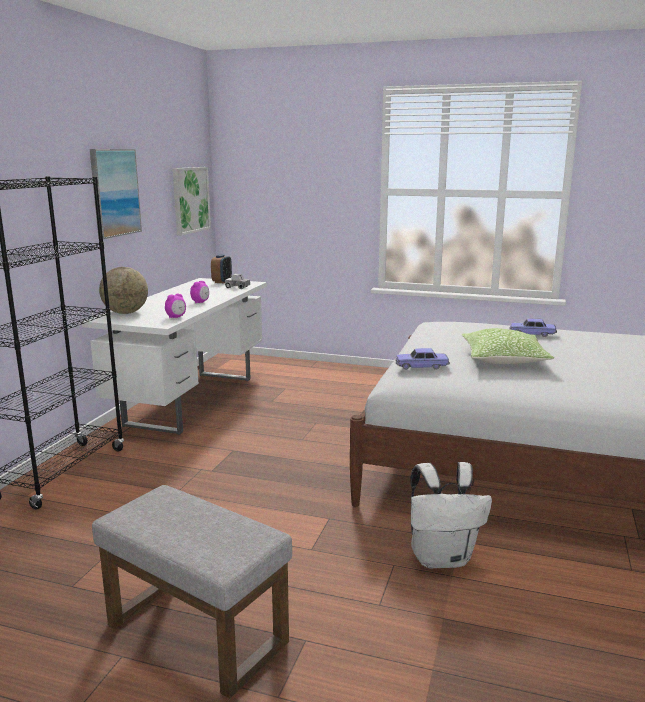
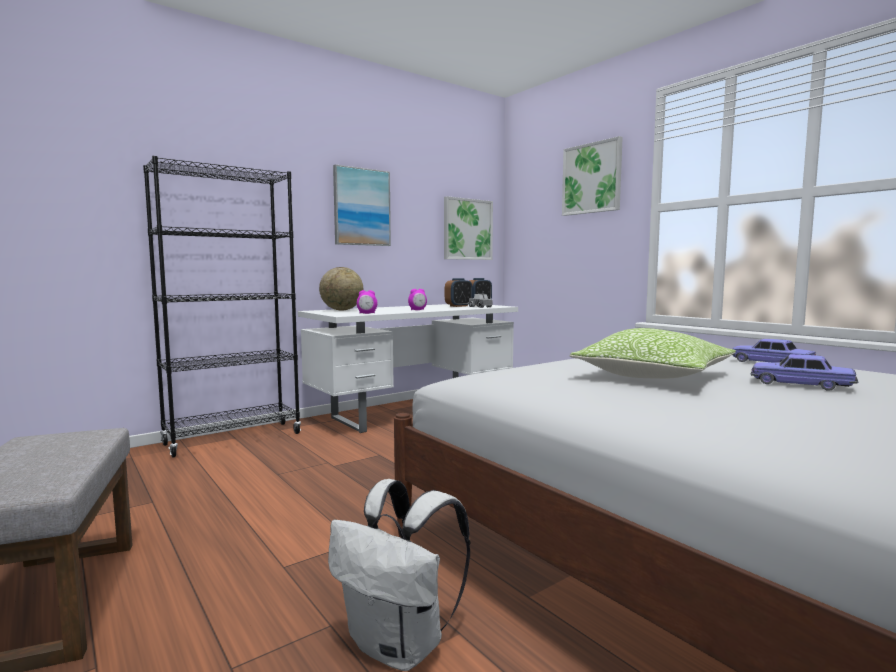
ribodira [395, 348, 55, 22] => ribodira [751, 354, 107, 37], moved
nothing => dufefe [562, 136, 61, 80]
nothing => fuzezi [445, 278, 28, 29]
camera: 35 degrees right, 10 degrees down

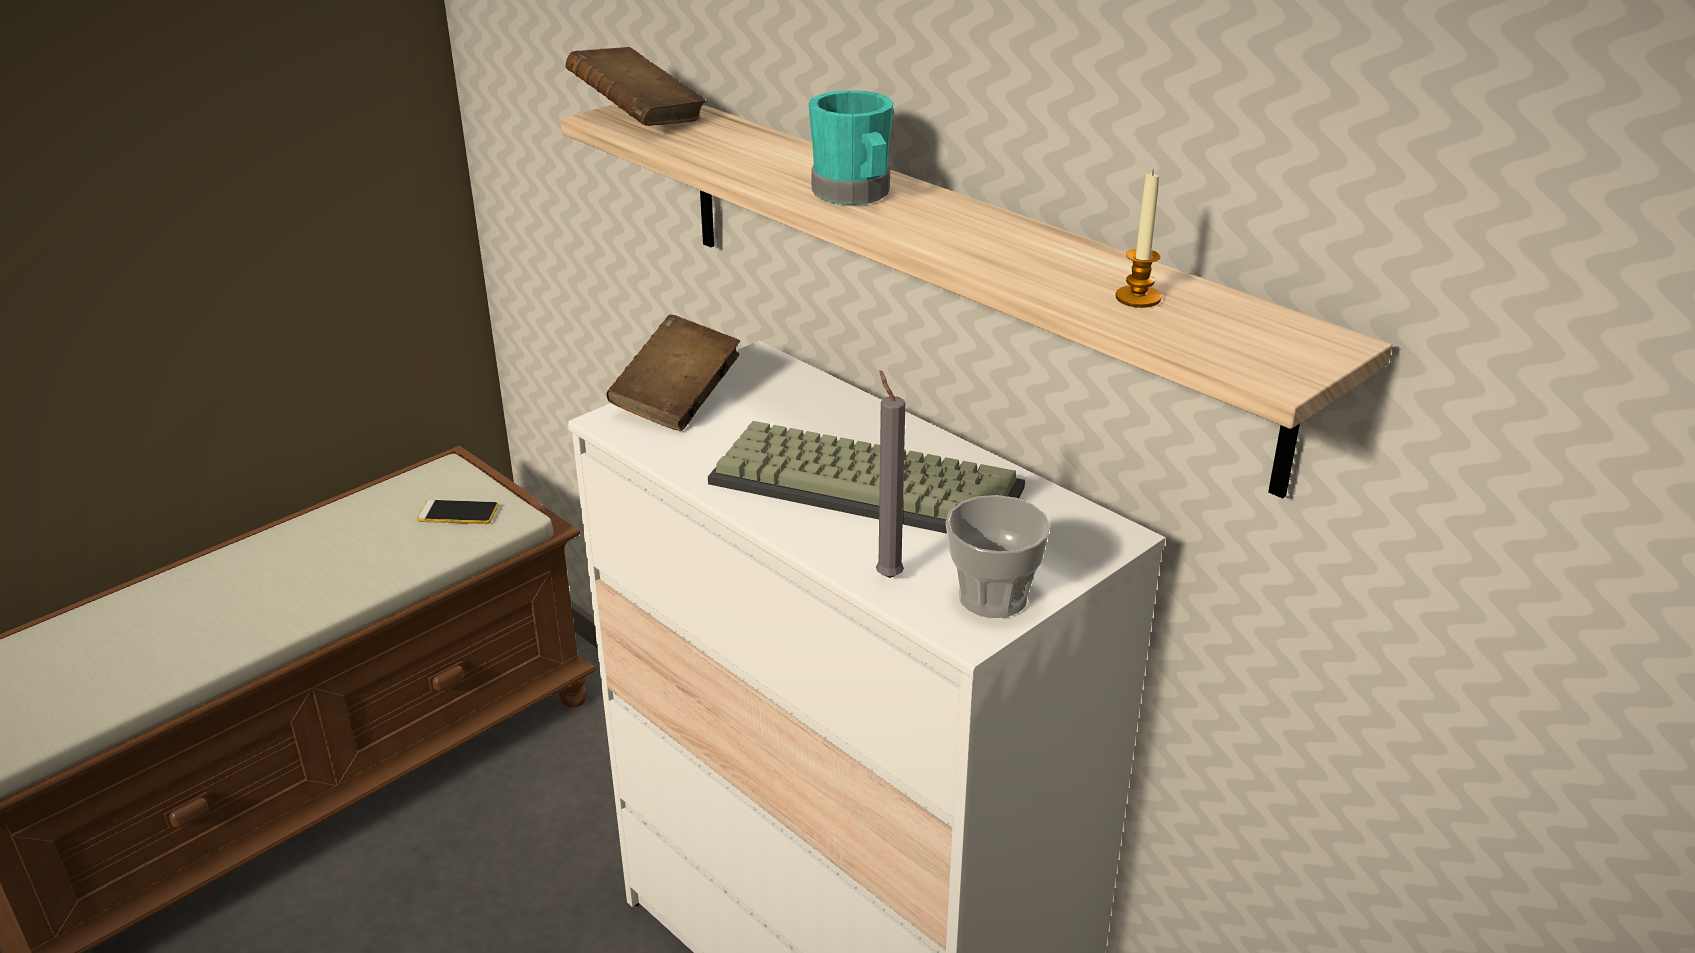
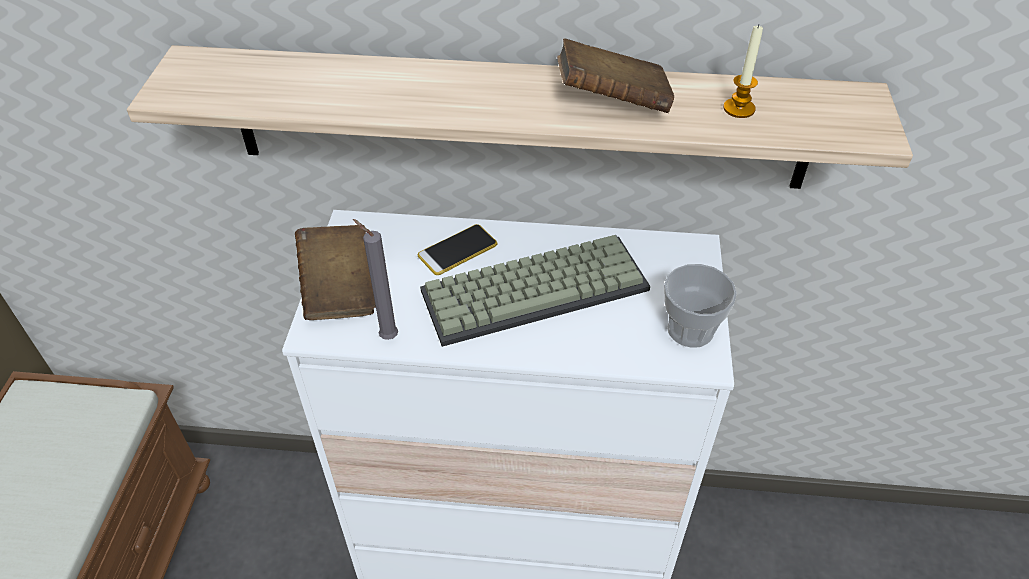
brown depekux [565, 47, 141, 79] => brown depekux [557, 38, 117, 75], moved
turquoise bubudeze [808, 90, 85, 115] => nothing
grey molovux [876, 370, 29, 208] => grey molovux [353, 219, 45, 121], moved
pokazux [417, 500, 82, 24] => pokazux [418, 224, 79, 51], moved
camera: 40 degrees left, 15 degrees up

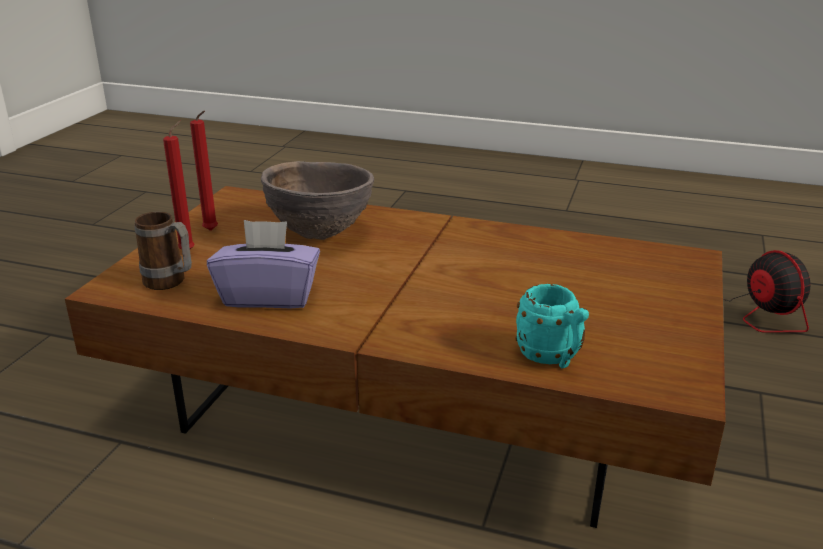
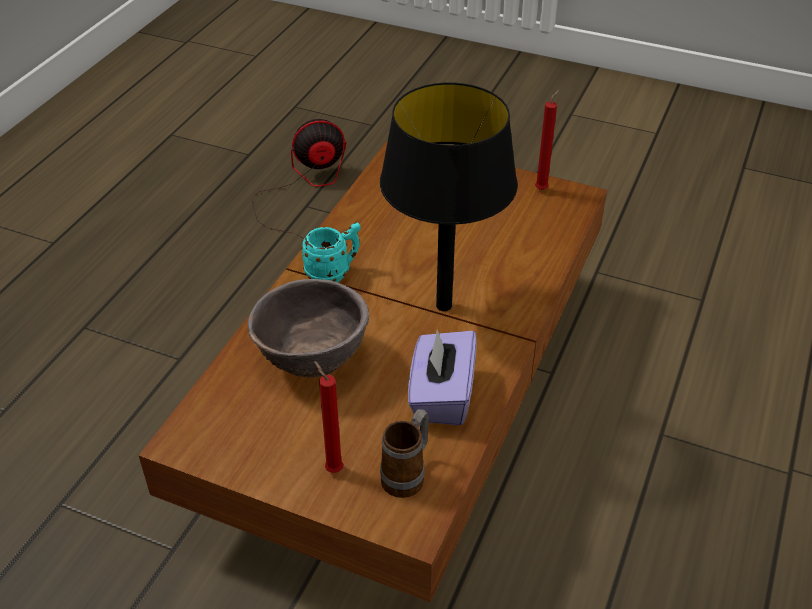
red molovux [190, 111, 28, 120] => red molovux [535, 89, 25, 101], moved
turquoise bubudeze [515, 284, 74, 84] => turquoise bubudeze [301, 223, 59, 59], moved
nothing => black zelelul [380, 83, 138, 228]
camera: 85 degrees left, 15 degrees up

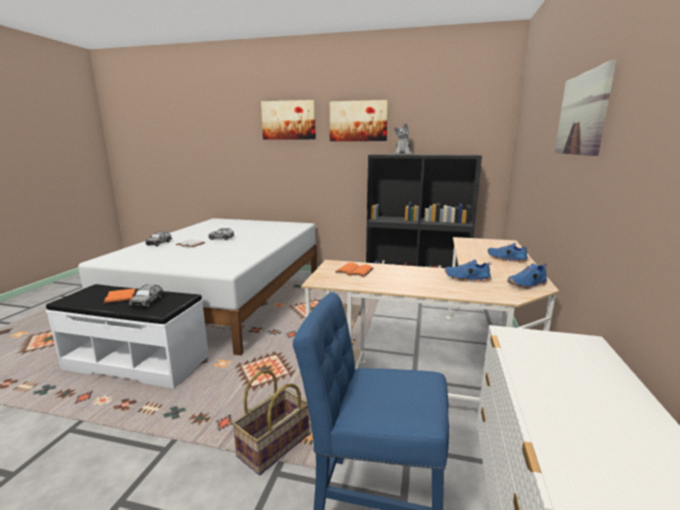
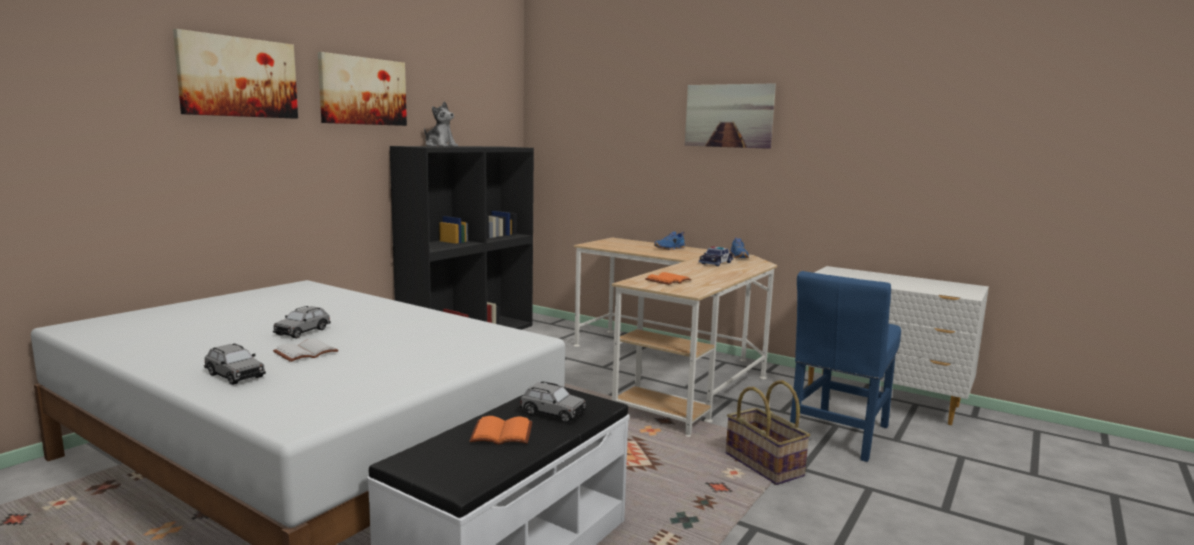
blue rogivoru [445, 259, 47, 23] => ribodira [699, 246, 34, 20]
camera: 70 degrees left, 5 degrees down

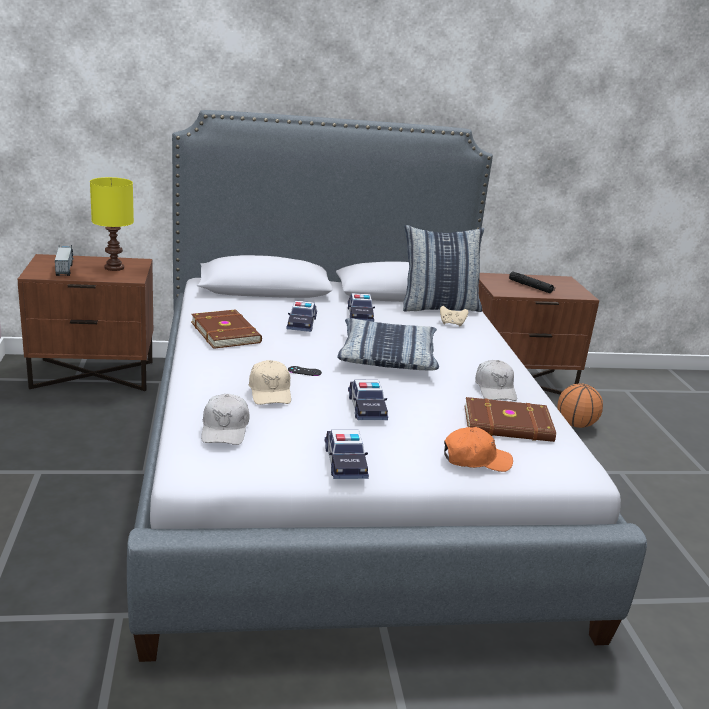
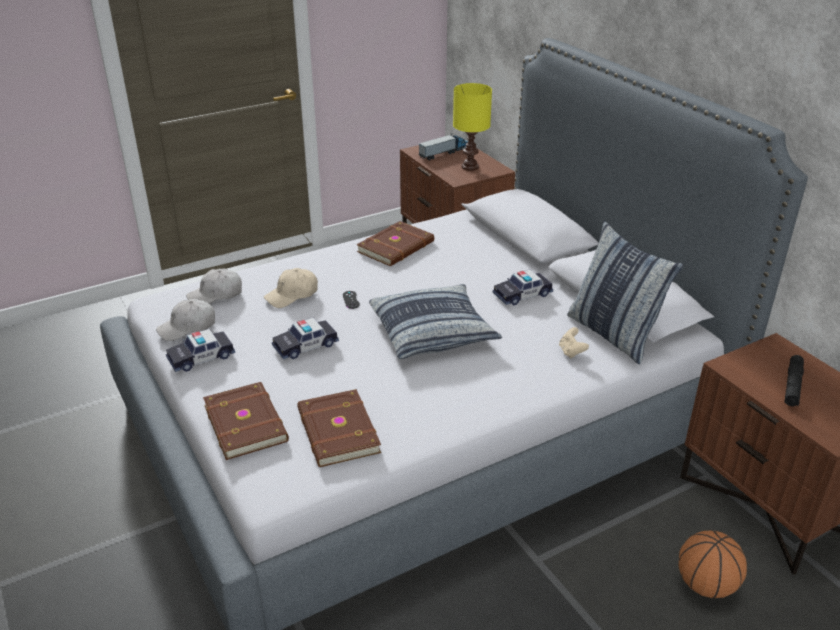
ribodira [286, 300, 31, 32] => nothing
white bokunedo [475, 360, 42, 41] => white bokunedo [156, 299, 59, 42], moved
orange bokunedo [444, 427, 69, 45] => brown depekux [203, 382, 86, 78]
camera: 70 degrees right, 10 degrees up

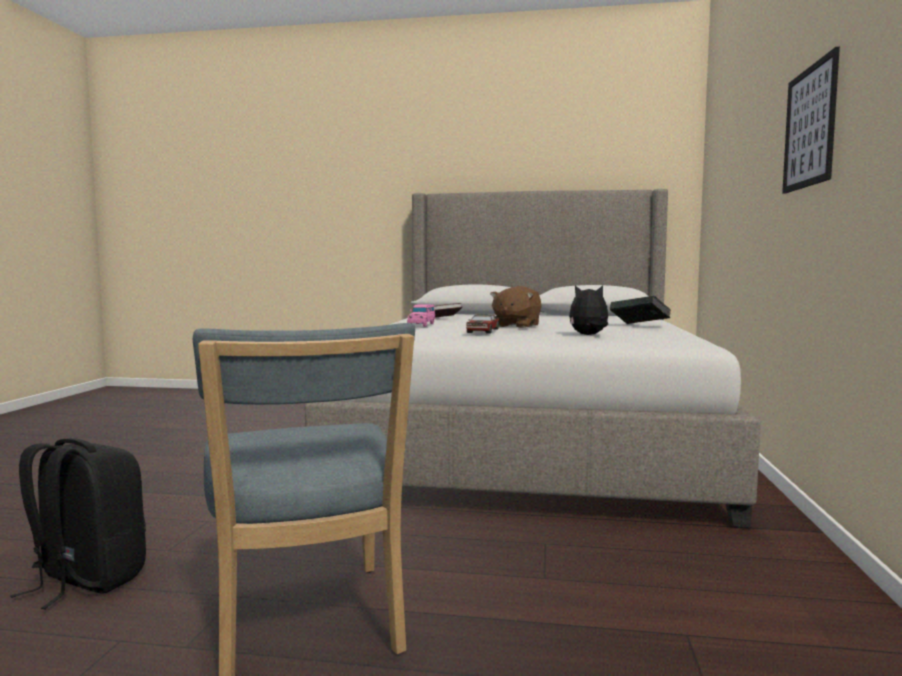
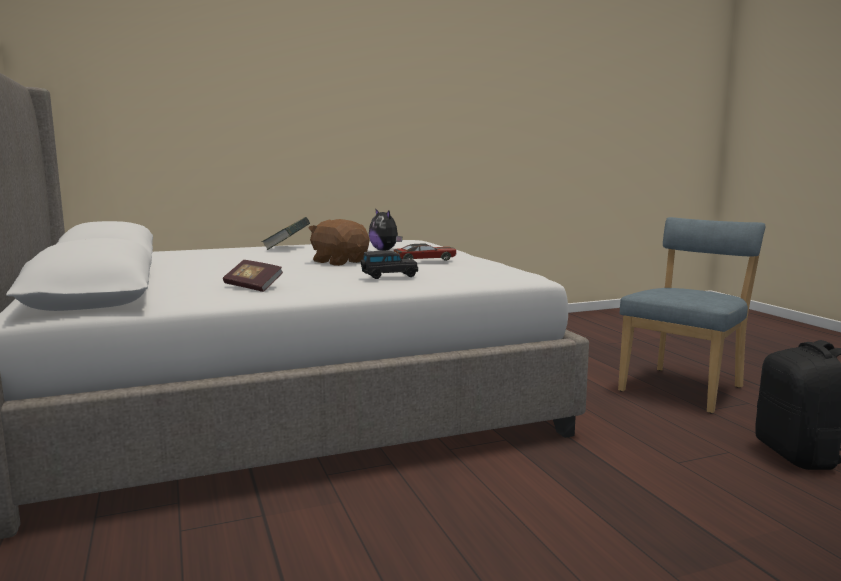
dufefe [782, 47, 58, 147] => nothing
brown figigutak [490, 286, 51, 42] => brown figigutak [308, 219, 61, 47], 135 degrees counterclockwise
pink ribodira [407, 304, 28, 23] => black ribodira [361, 250, 57, 29]
camera: 120 degrees left, 5 degrees up

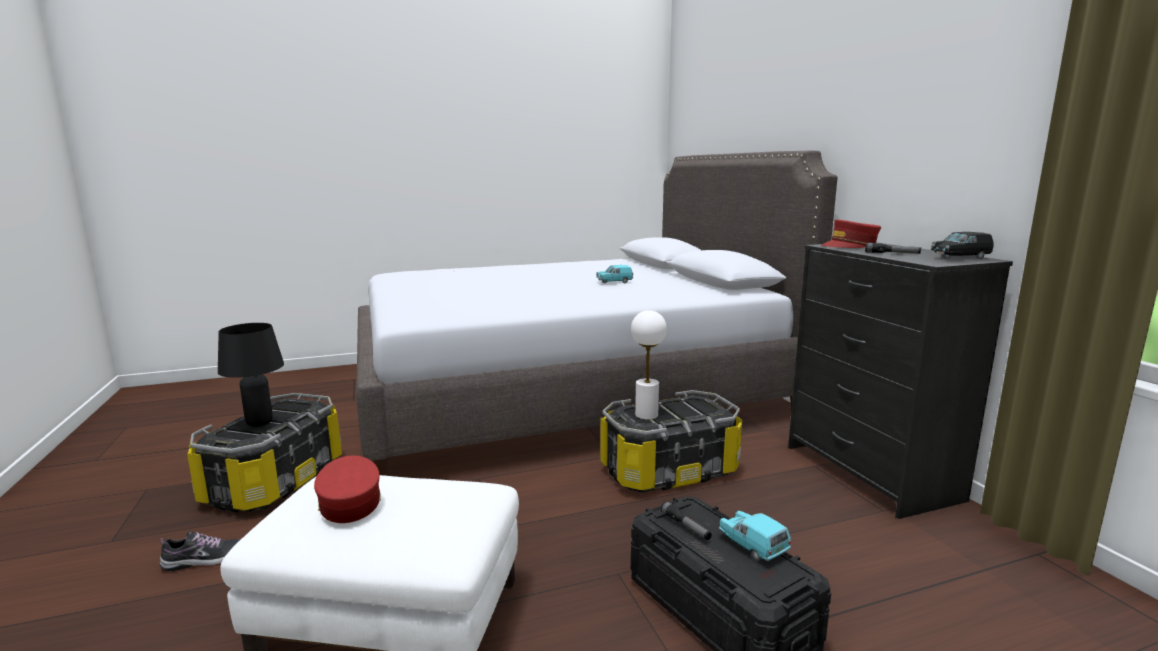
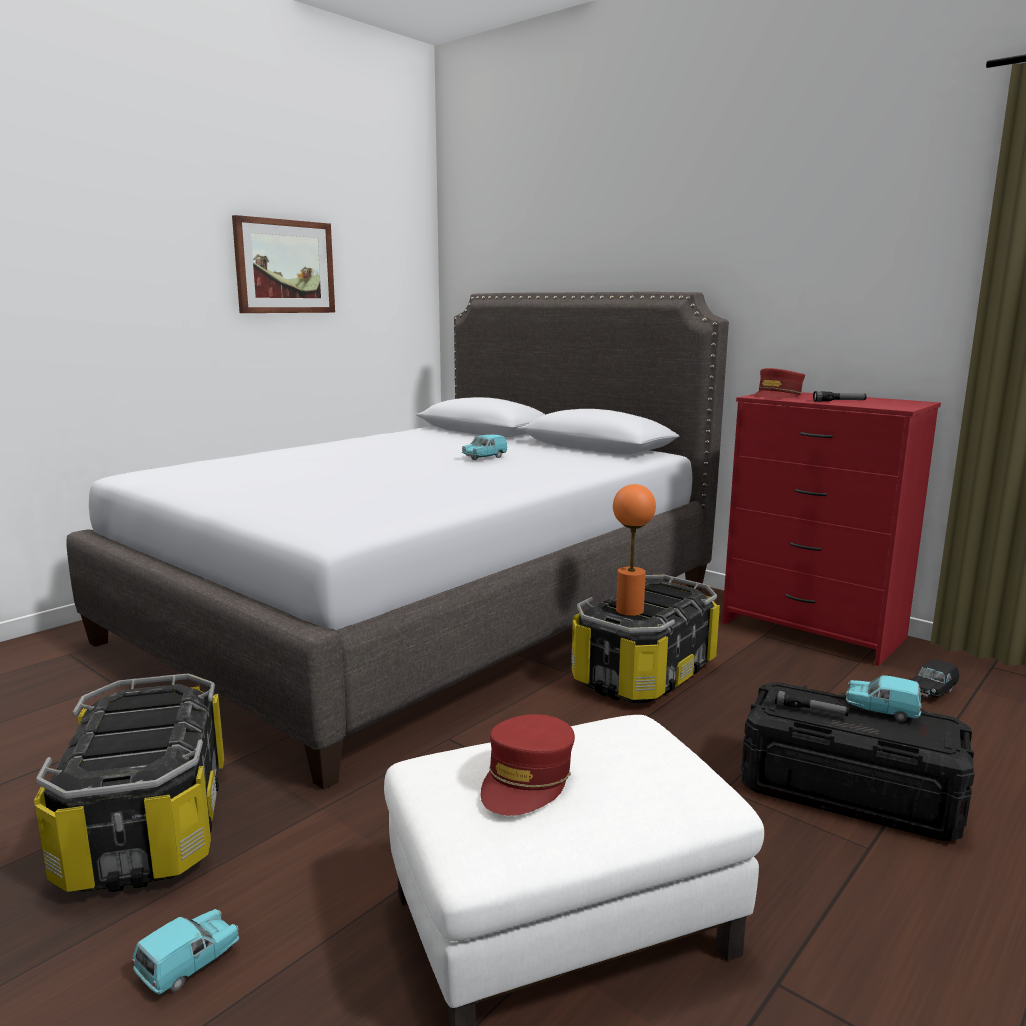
black ribodira [931, 232, 63, 27] => black ribodira [912, 659, 47, 39], moved
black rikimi [788, 242, 225, 277] => red rikimi [722, 392, 219, 274]
white zelelul [631, 310, 36, 110] => orange zelelul [613, 484, 43, 132]
black zelelul [218, 323, 66, 104] => nothing
red bokunedo [314, 456, 67, 67] => red bokunedo [481, 714, 94, 102], 105 degrees counterclockwise
rogivoru [160, 531, 80, 40] => turquoise ribodira [132, 909, 108, 85]
nothing => dufefe [232, 215, 103, 98]
camera: 30 degrees left, 0 degrees up

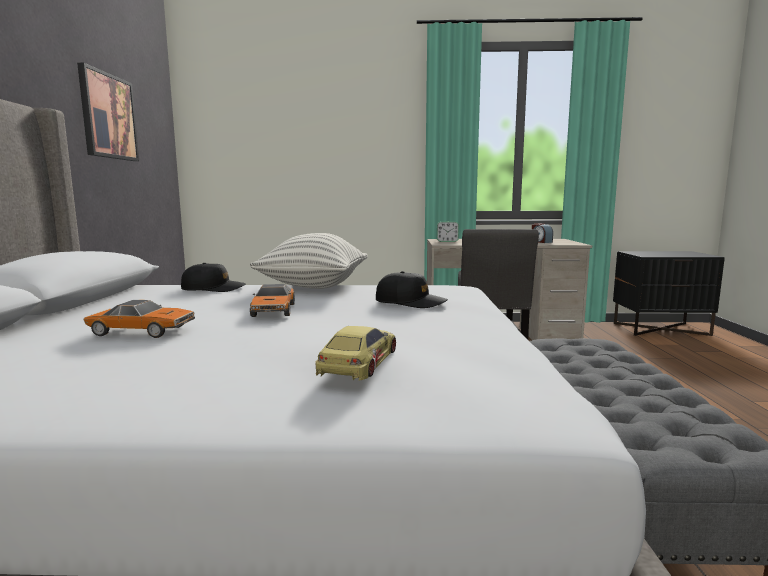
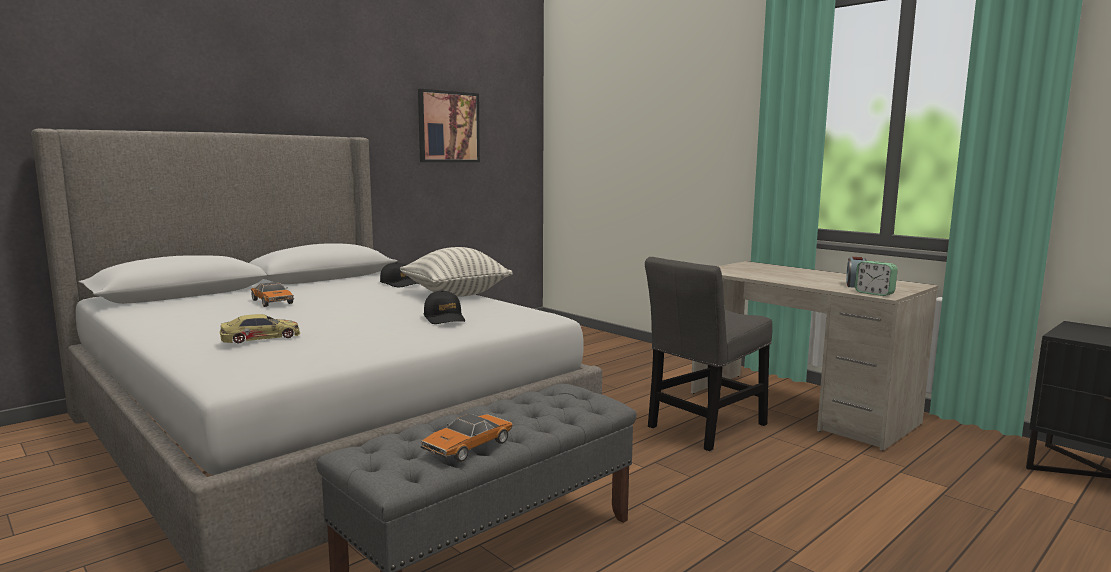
fuzezi [437, 221, 22, 21] => fuzezi [855, 261, 43, 35], moved
ribodira [250, 284, 45, 33] => ribodira [421, 413, 92, 49], moved
camera: 45 degrees right, 0 degrees up

